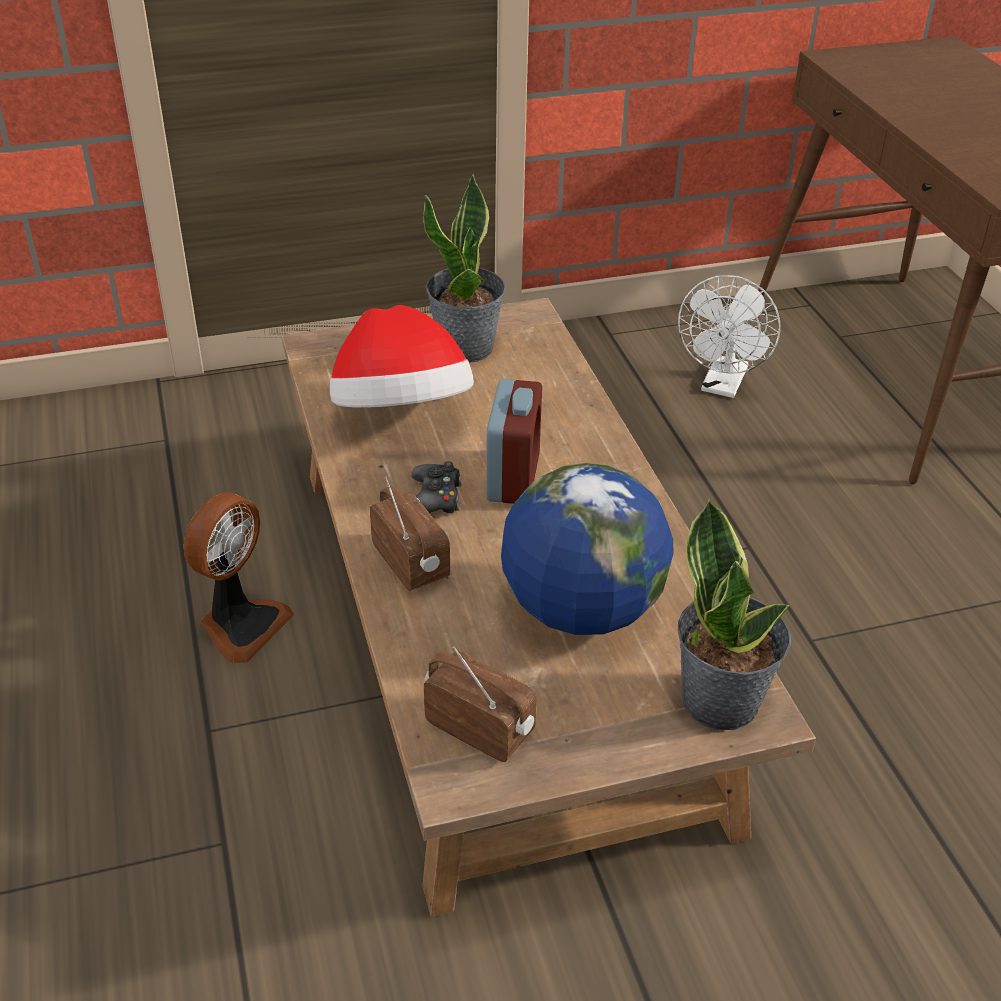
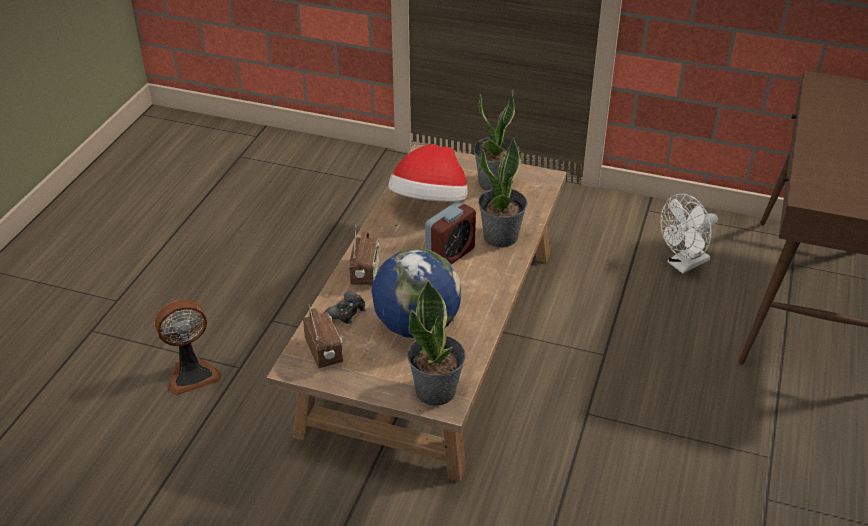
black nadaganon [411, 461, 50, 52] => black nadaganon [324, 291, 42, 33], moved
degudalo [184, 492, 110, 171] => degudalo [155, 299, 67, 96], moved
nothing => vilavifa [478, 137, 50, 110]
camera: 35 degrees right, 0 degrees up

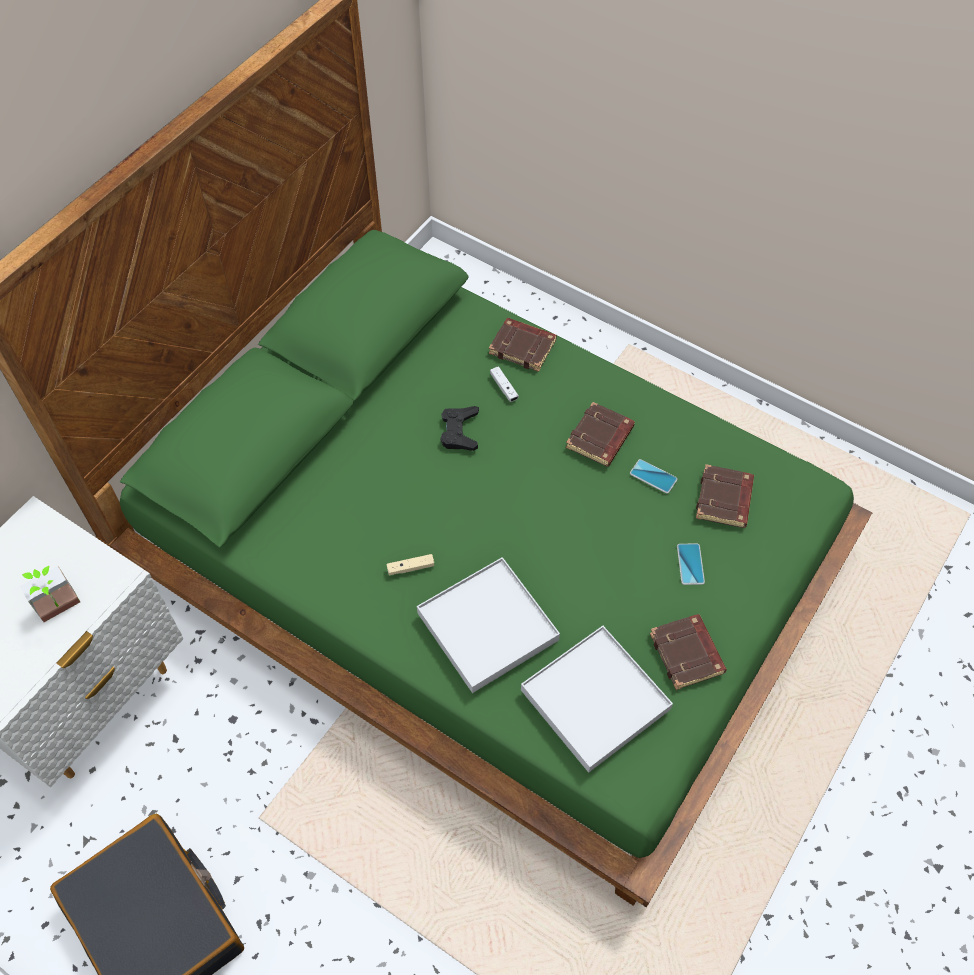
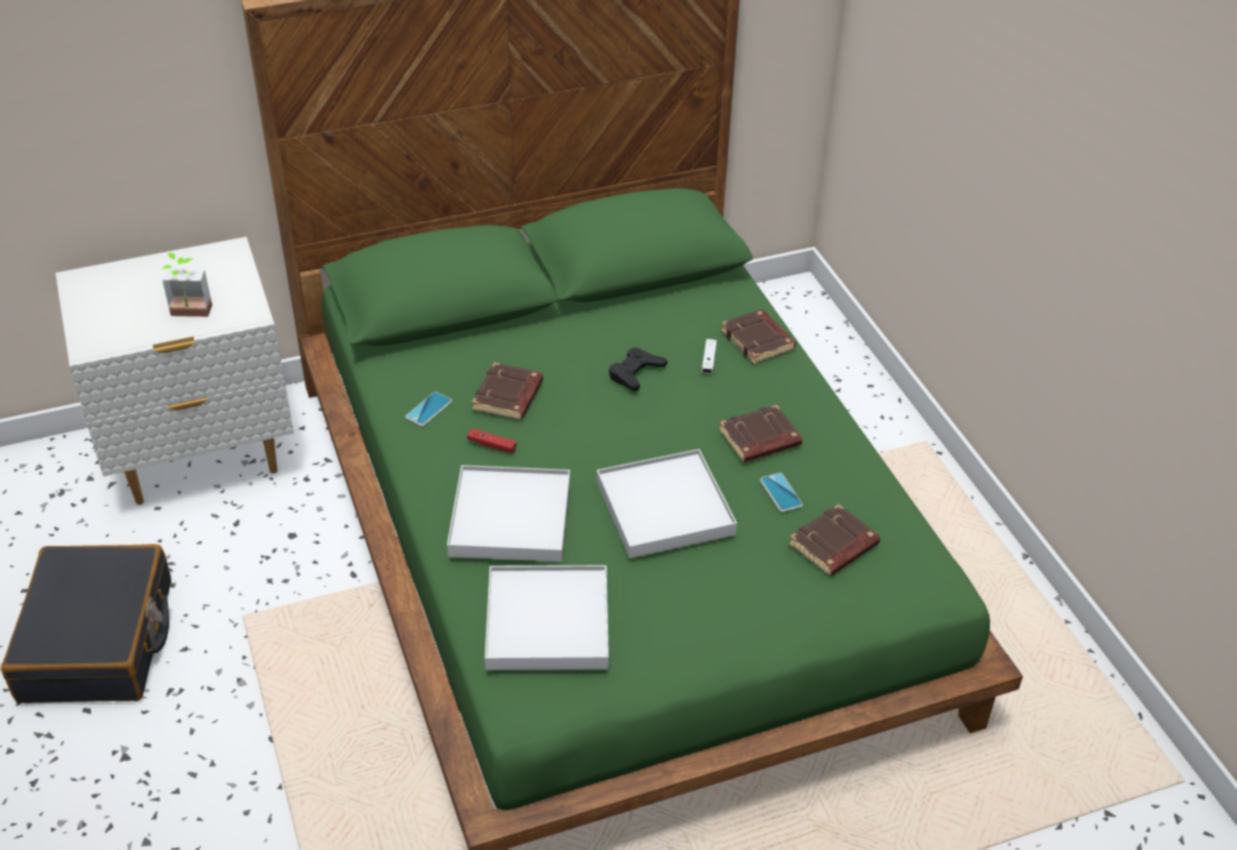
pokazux [677, 543, 28, 42] => pokazux [405, 392, 47, 34], moved
beige nadaganon [387, 554, 47, 22] => red nadaganon [467, 429, 50, 25]
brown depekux [650, 614, 77, 76] => brown depekux [472, 362, 71, 58], moved
nothing => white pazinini [597, 449, 140, 110]
camera: 35 degrees right, 15 degrees down

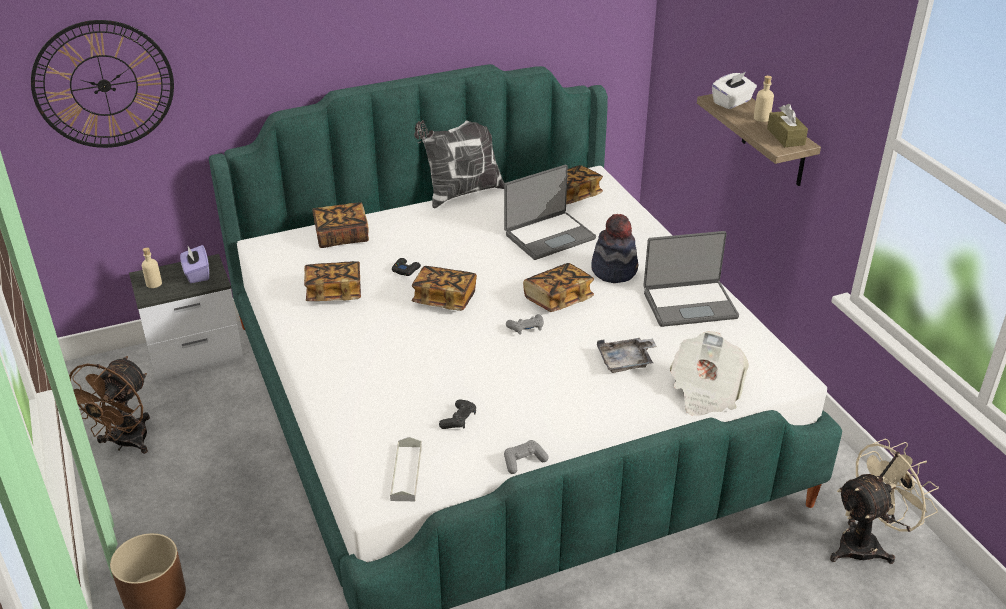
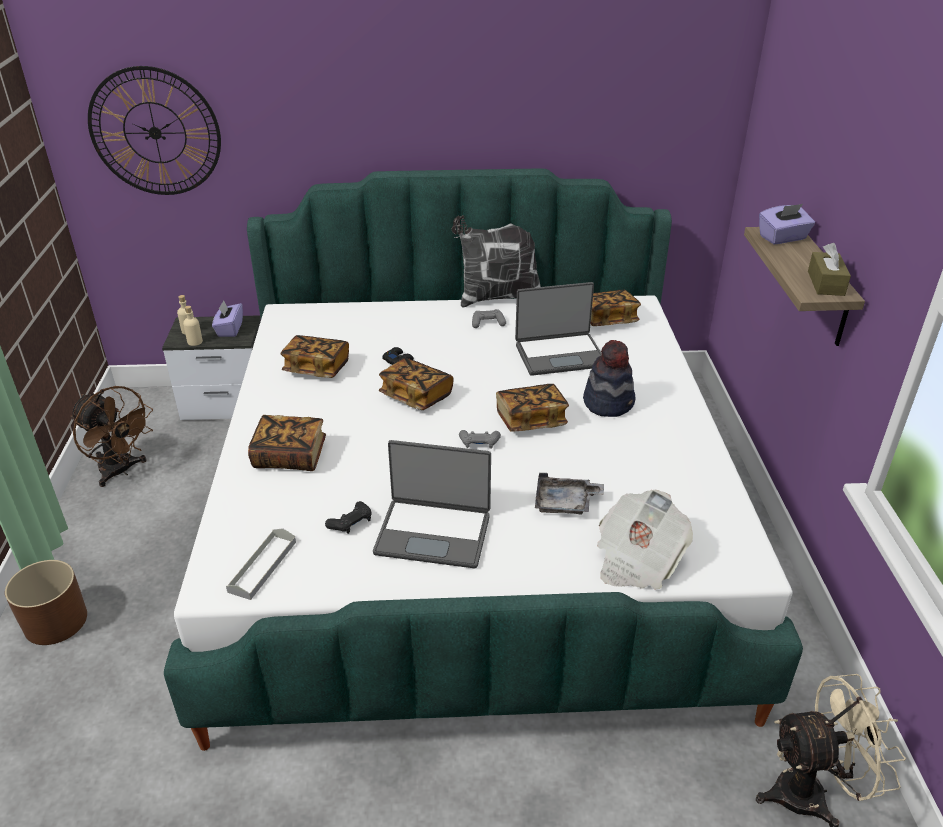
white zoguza [712, 72, 45, 37] => purple zoguza [759, 204, 56, 40]
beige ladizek [754, 76, 20, 46] => beige ladizek [183, 306, 20, 40], moved
depekux [312, 202, 57, 46] => depekux [248, 415, 78, 56], moved
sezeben [643, 231, 96, 96] => sezeben [373, 440, 118, 128], moved
brown degudalo [69, 356, 81, 98] => brown degudalo [70, 386, 83, 101], 90 degrees counterclockwise
grey nadaganon [504, 440, 44, 34] => grey nadaganon [472, 309, 34, 19], moved
camera: 20 degrees right, 0 degrees up

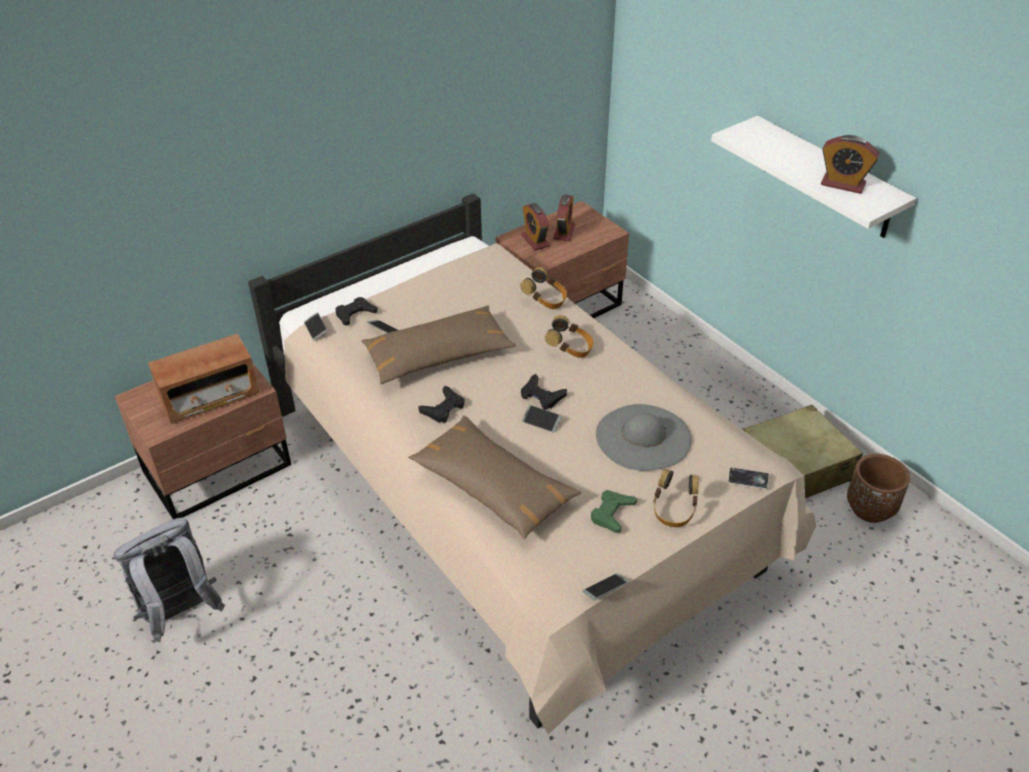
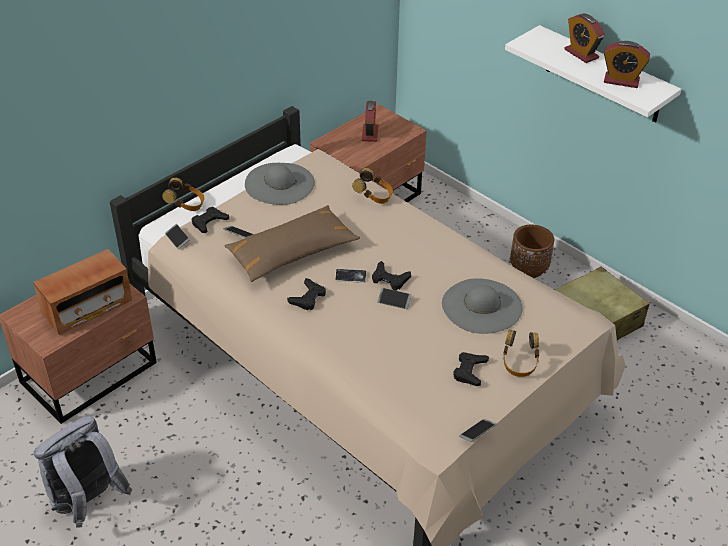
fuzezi [521, 203, 29, 47] => fuzezi [564, 13, 41, 50], moved
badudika [545, 315, 49, 43] => badudika [162, 177, 43, 34], moved
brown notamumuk [408, 415, 173, 124] => nothing
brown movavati [847, 454, 63, 69] => brown movavati [510, 224, 44, 54], moved
pokazux [728, 467, 41, 22] => pokazux [335, 269, 32, 14], moved
green nadaganon [591, 490, 46, 43] => black nadaganon [453, 352, 36, 34]
nothing => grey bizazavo [245, 163, 70, 42]
camera: 10 degrees left, 0 degrees up

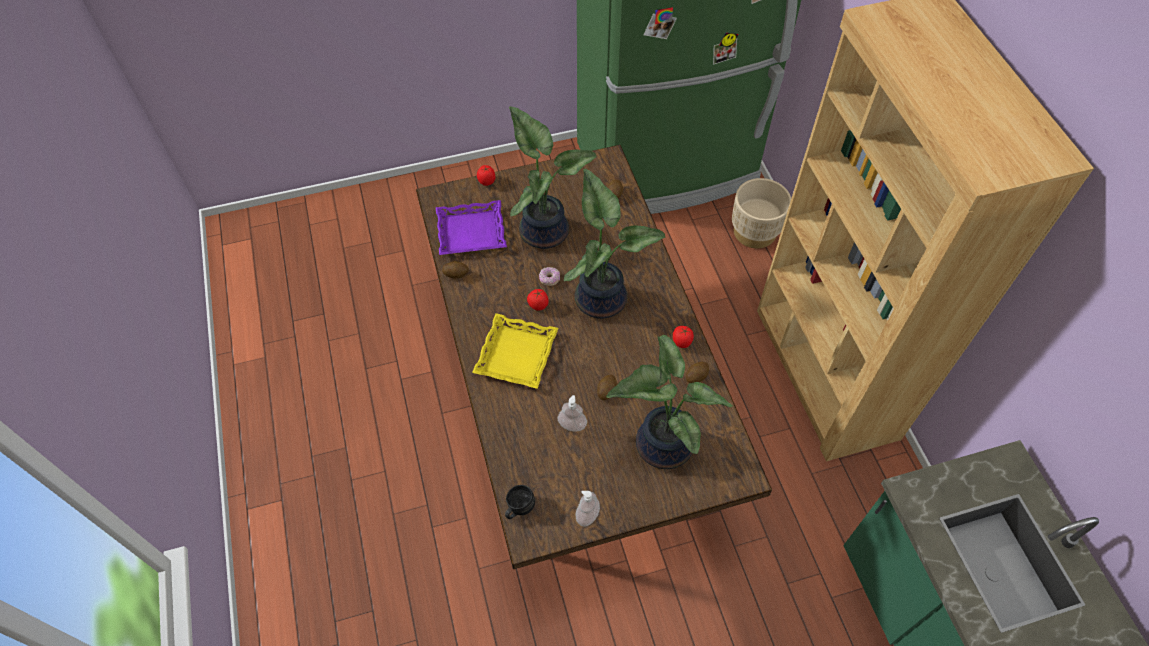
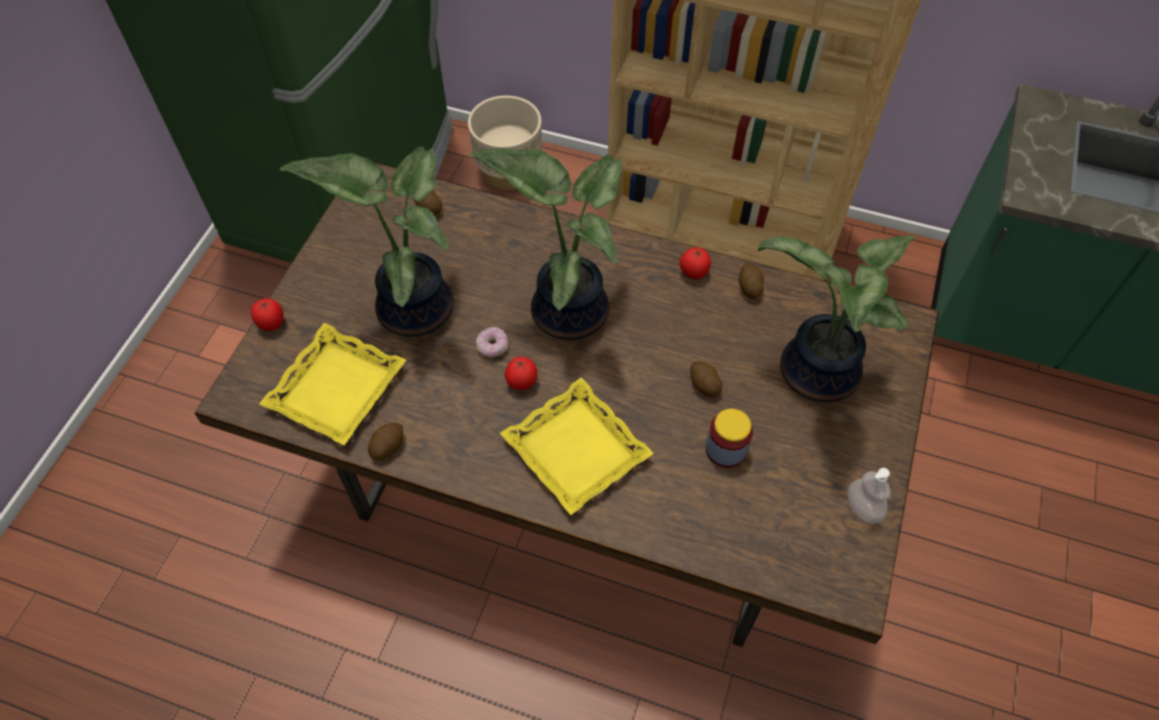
purple pazinini [436, 200, 71, 55] => yellow pazinini [259, 323, 147, 122]
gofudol [557, 395, 30, 36] => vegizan [706, 409, 47, 59]
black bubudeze [505, 485, 30, 34] => nothing
camera: 55 degrees left, 0 degrees up

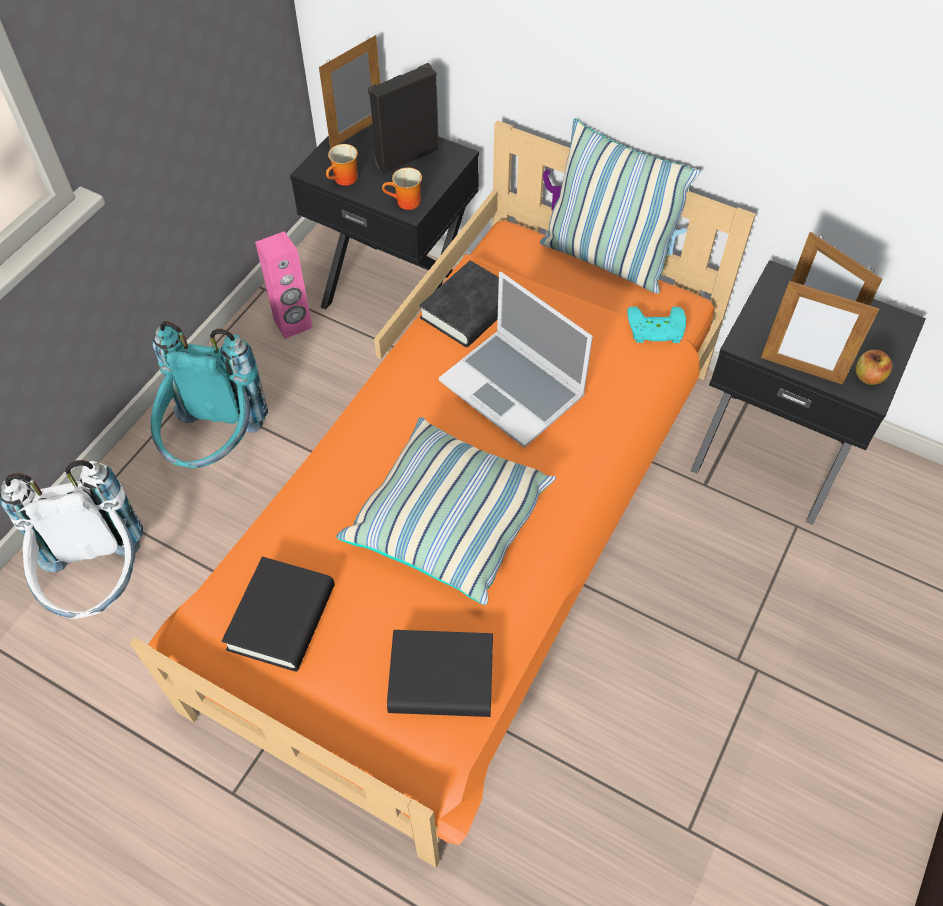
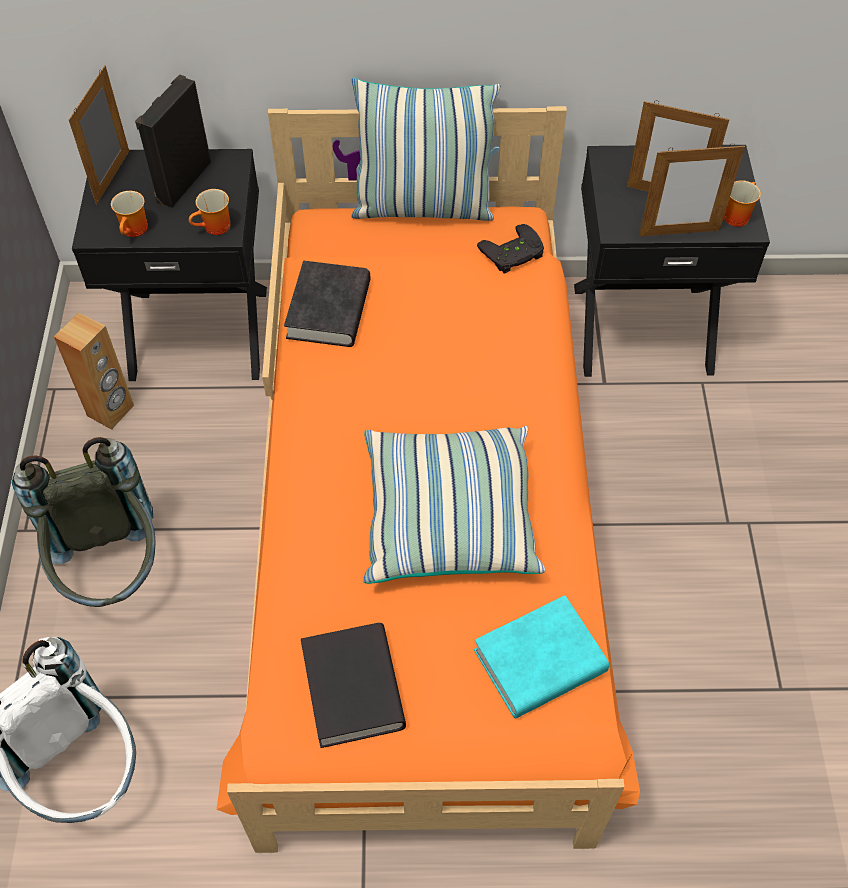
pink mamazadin [255, 231, 58, 108] => brown mamazadin [54, 313, 80, 117]
sezeben [439, 272, 154, 176] => nothing
turquoise nadaganon [627, 306, 59, 37] => black nadaganon [477, 224, 67, 50]
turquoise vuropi [150, 321, 118, 147] => grey vuropi [12, 437, 144, 170]
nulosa [856, 350, 36, 35] => bubudeze [724, 180, 37, 47]
black depekux [387, 630, 106, 87] => turquoise depekux [474, 595, 135, 124]
camera: 30 degrees left, 0 degrees up

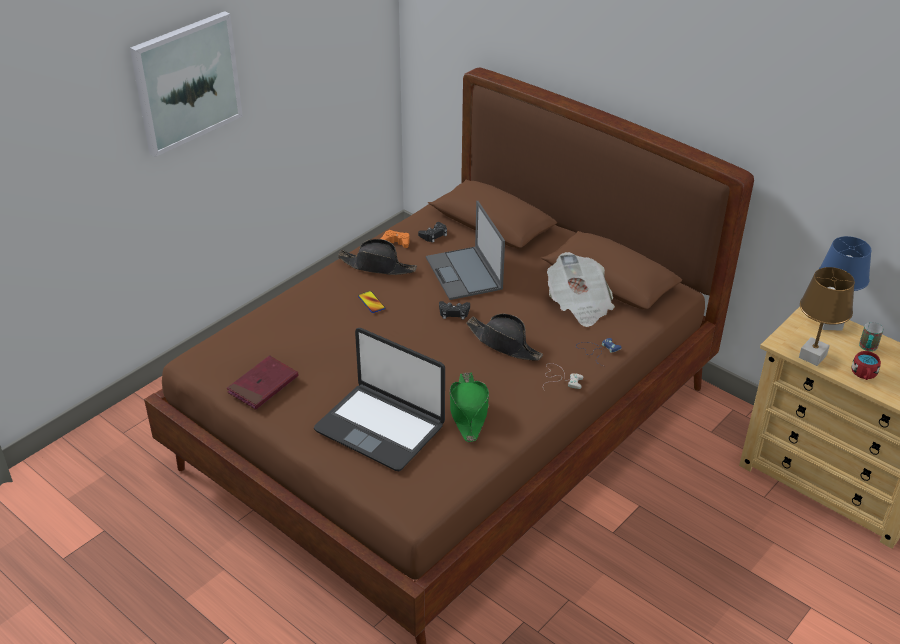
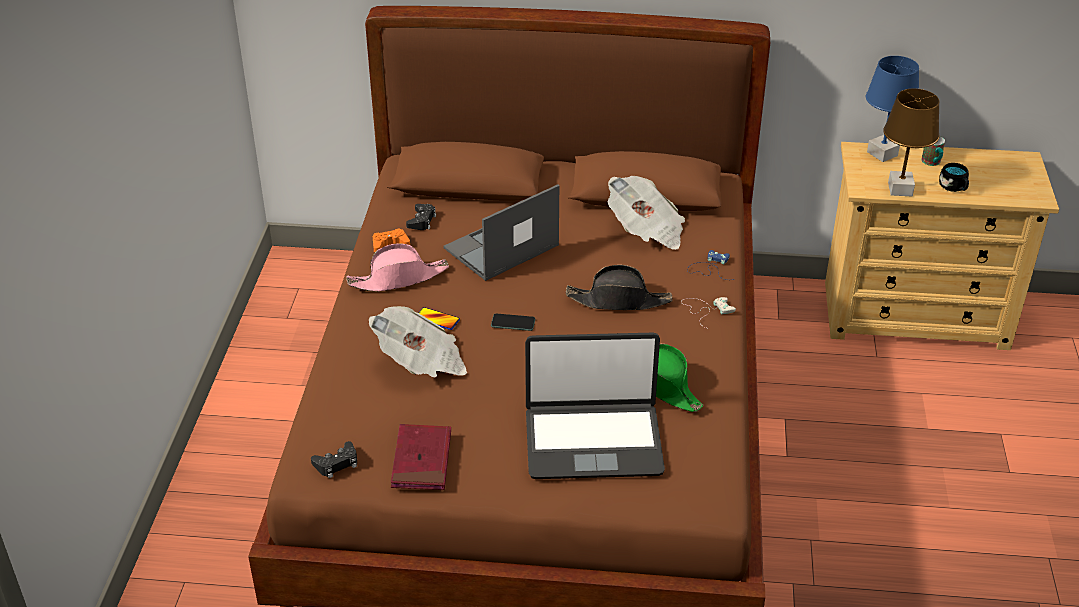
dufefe [130, 11, 113, 146] => nothing
sezeben [426, 201, 79, 99] => sezeben [443, 184, 116, 97], 105 degrees clockwise
black bizazavo [338, 239, 79, 36] => pink bizazavo [346, 243, 103, 49]
black nadaganon [439, 301, 31, 18] => black nadaganon [311, 441, 46, 37], moved
red bubudeze [851, 351, 30, 29] => black bubudeze [939, 163, 30, 29]
nothing => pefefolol [369, 306, 98, 72]
nothing => pokazux [491, 313, 44, 18]
camera: 35 degrees left, 0 degrees up

